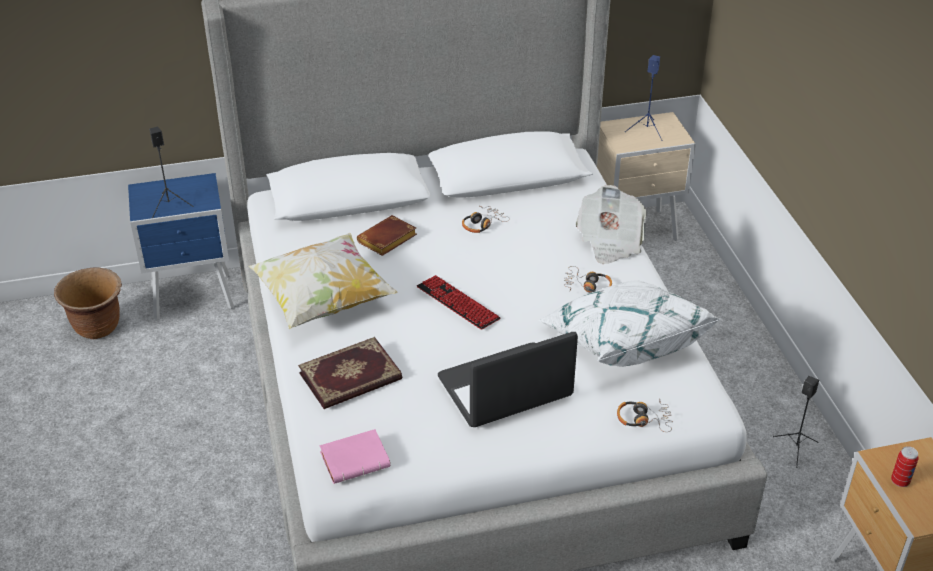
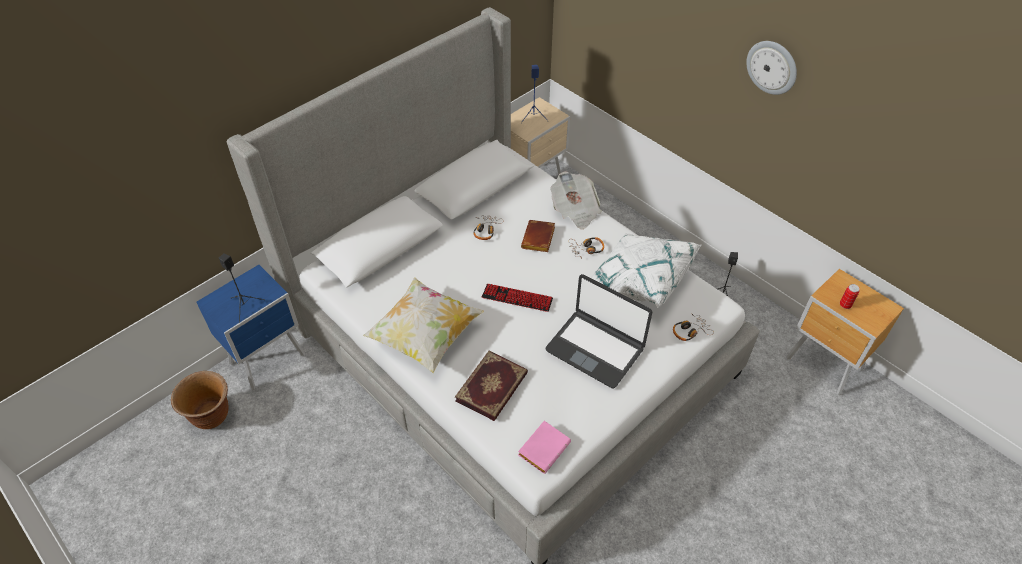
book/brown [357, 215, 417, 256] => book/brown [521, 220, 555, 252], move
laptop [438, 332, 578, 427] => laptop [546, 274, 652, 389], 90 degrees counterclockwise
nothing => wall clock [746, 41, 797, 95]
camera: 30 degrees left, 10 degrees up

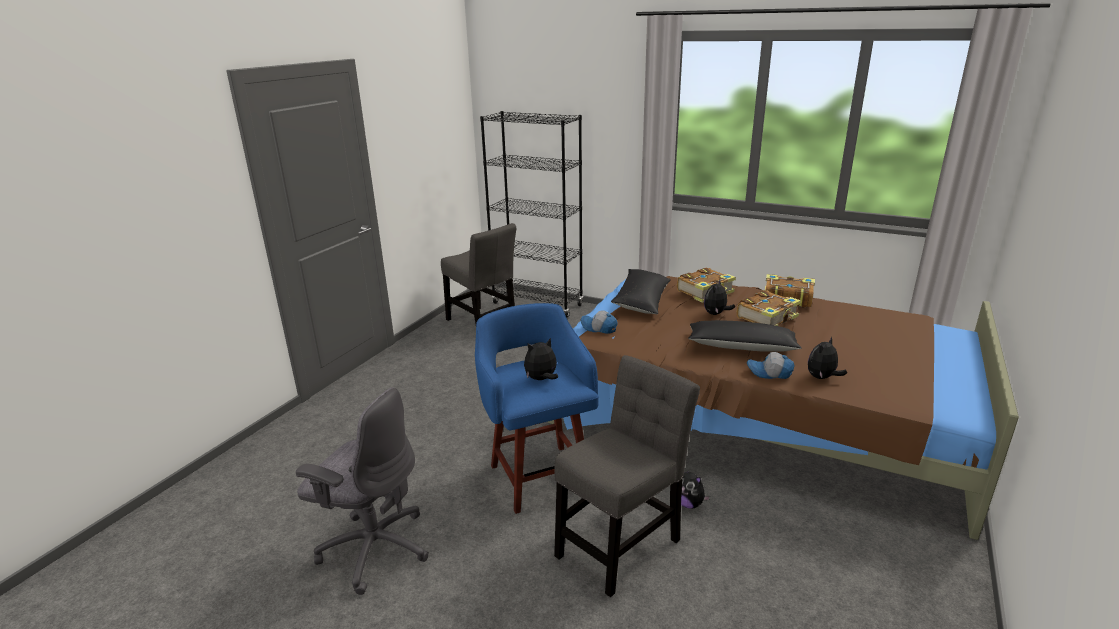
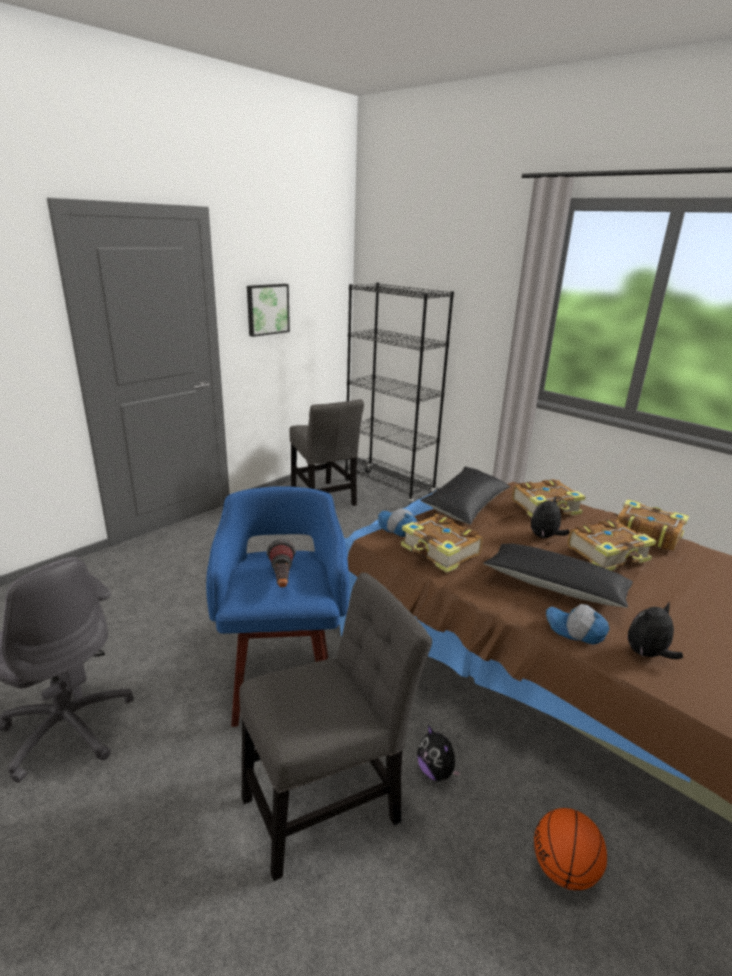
plush toy [524, 338, 558, 380] => flashlight [266, 539, 296, 587]
nothing => picture [247, 284, 290, 337]
nothing => book [401, 514, 483, 573]
nothing => basketball [534, 808, 607, 890]
camera: 15 degrees right, 0 degrees up

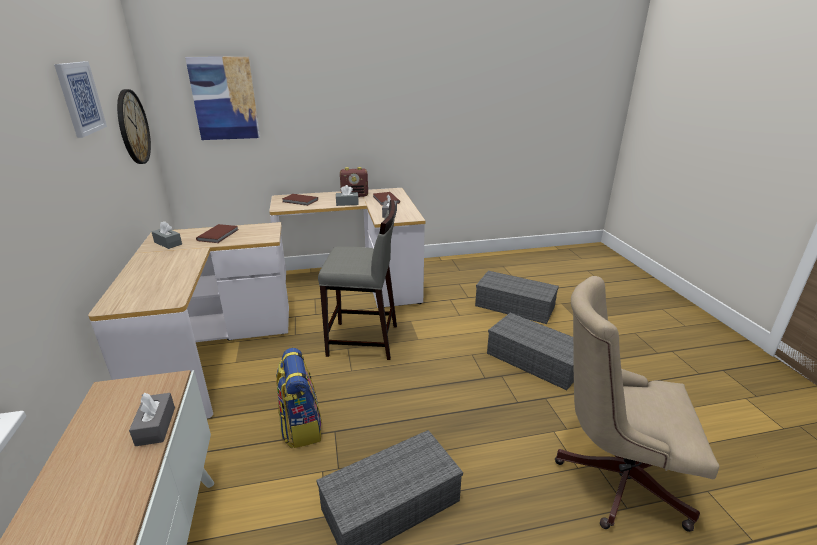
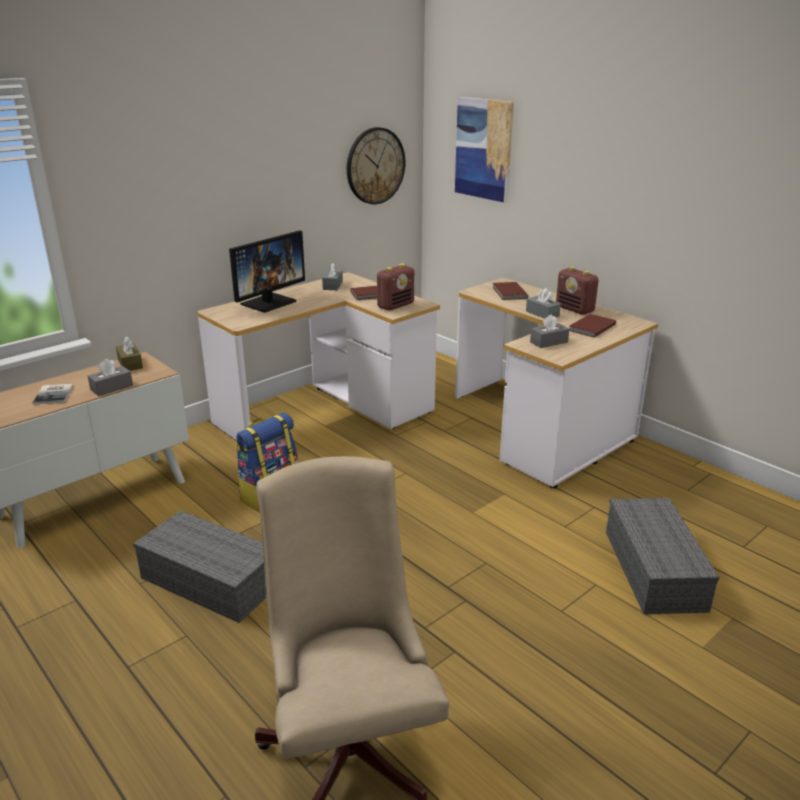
picture [54, 62, 107, 138] => nothing
stool/grey [318, 200, 397, 360] => nothing
storage box/grey [487, 313, 574, 390] => nothing
nothing => book [33, 383, 73, 405]
nothing => tissue box/brown [116, 337, 143, 371]
nothing => monitor [229, 230, 305, 313]
nothing => radio [377, 264, 414, 310]
camera: 60 degrees right, 0 degrees up

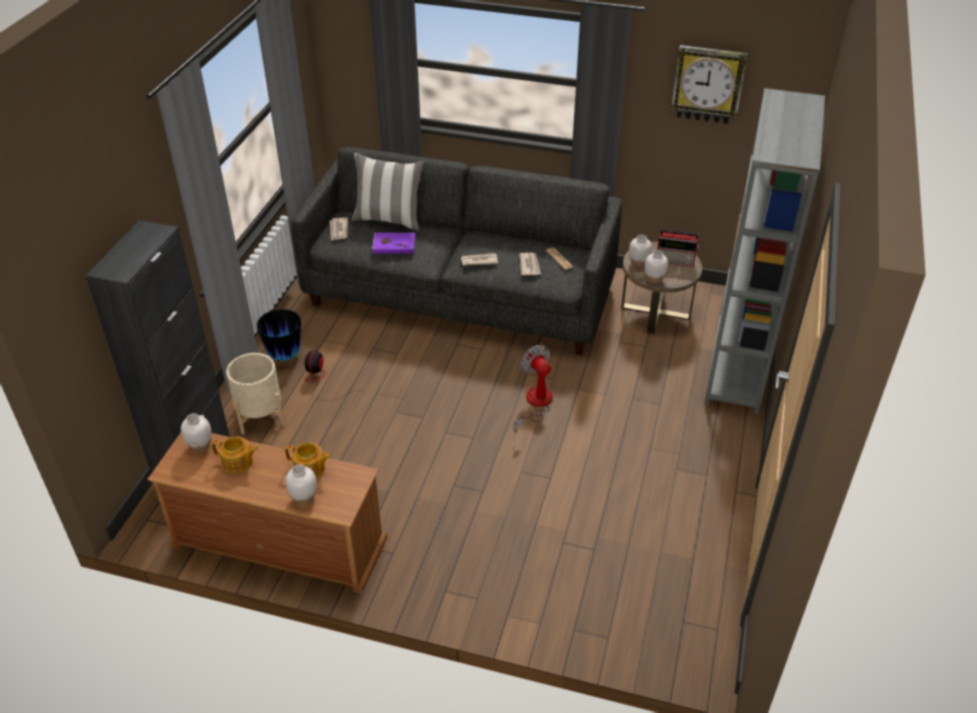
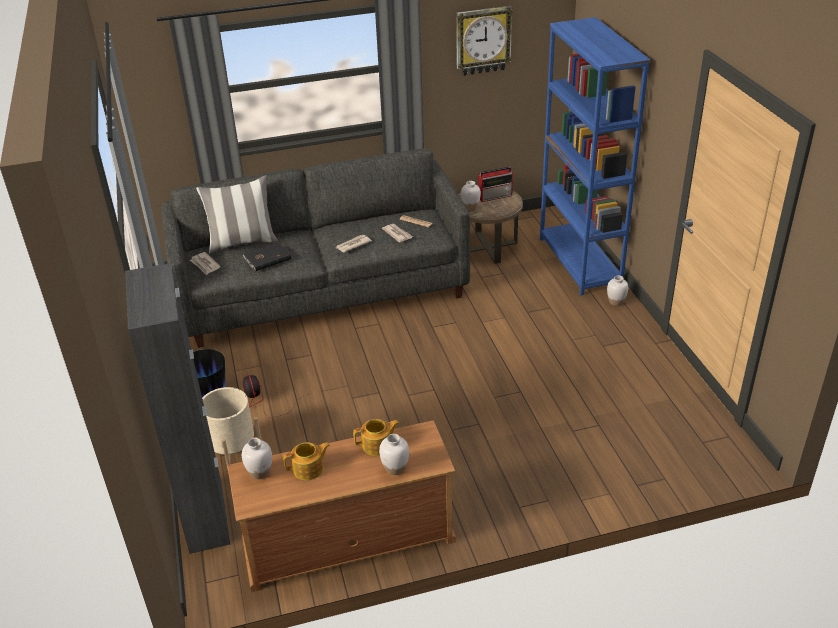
book/purple [372, 233, 416, 254] => book/black [243, 243, 291, 271]
fan [513, 345, 553, 433] => nothing
vase/white [645, 250, 668, 284] => vase/white [607, 275, 628, 306], move
bookcase/grey [704, 88, 825, 414] => bookcase/blue [540, 17, 650, 295]
camera: 30 degrees left, 5 degrees down

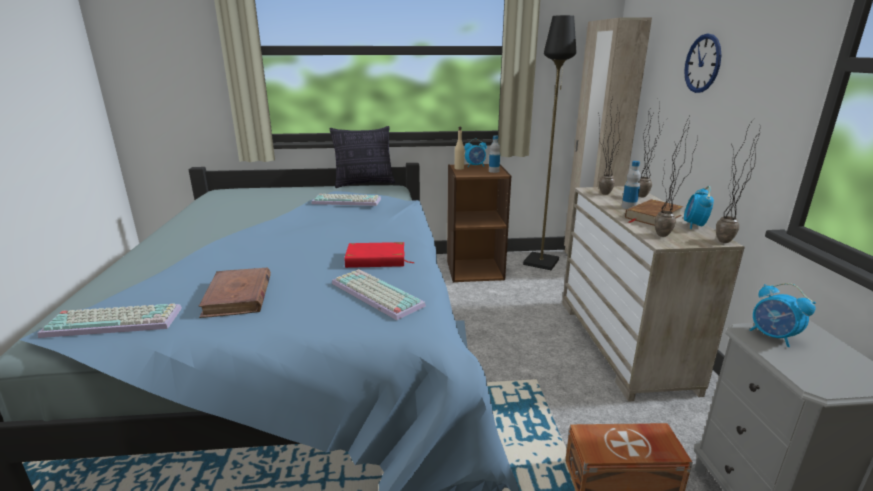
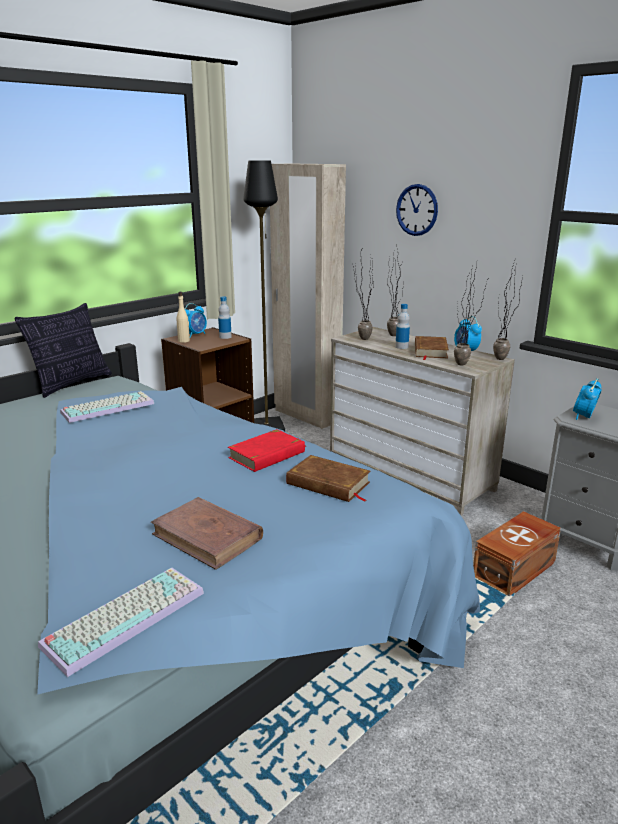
keyboard [332, 269, 426, 320] => book/brown [286, 455, 370, 502]
alarm clock [750, 283, 816, 347] => alarm clock [573, 378, 602, 420], 105 degrees clockwise
camera: 40 degrees left, 0 degrees up

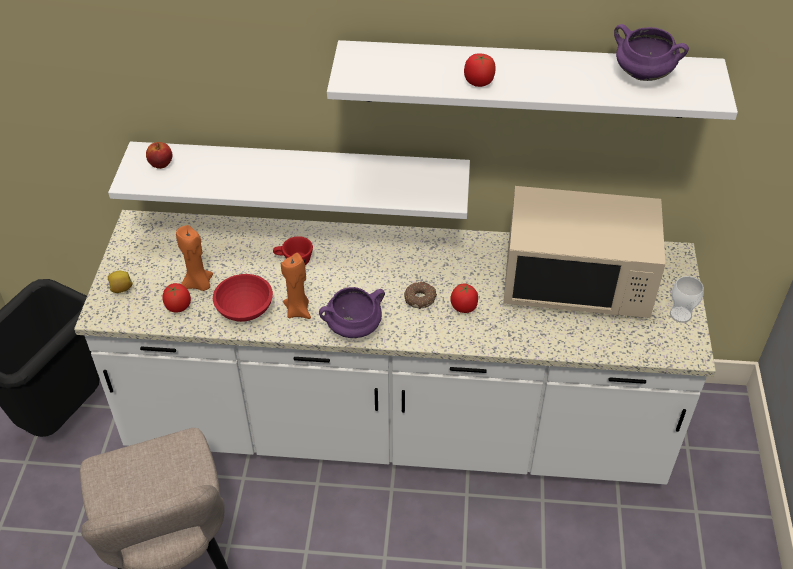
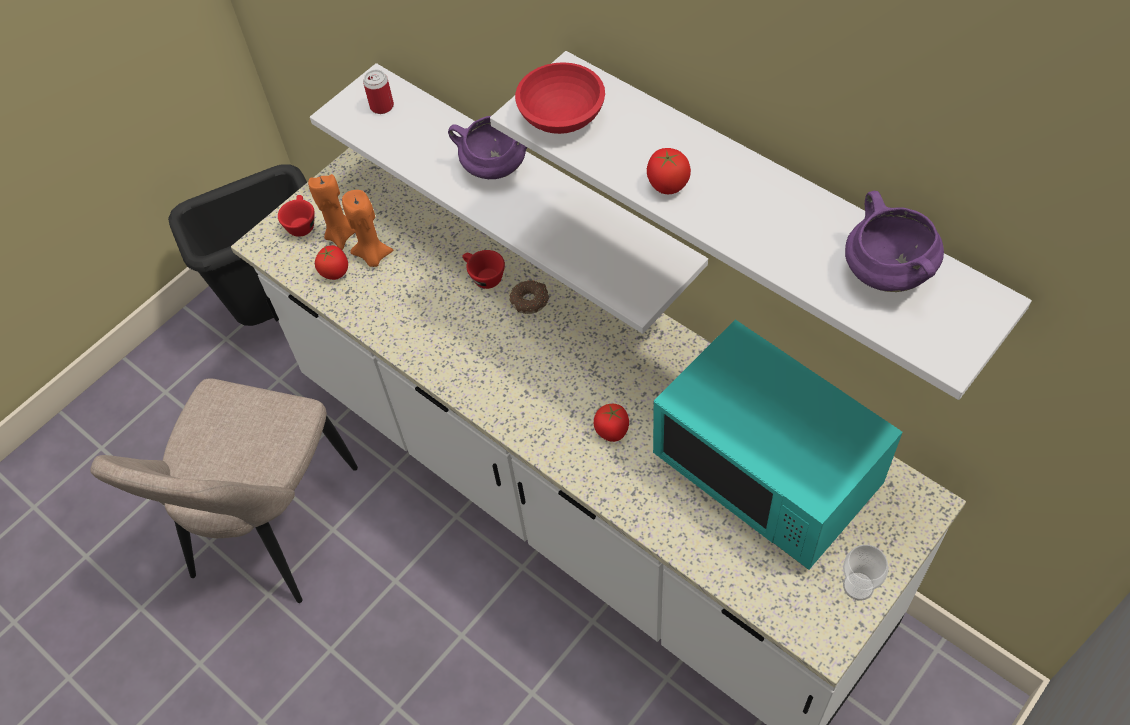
lemon [108, 271, 133, 293] => cup/red [278, 195, 315, 237]
apple [146, 142, 172, 169] => can [363, 70, 394, 114]
bowl/red [213, 274, 273, 322] => bowl/red [515, 62, 605, 134], move
candle/orange [281, 253, 311, 319] => candle/orange [308, 174, 355, 250], move
cooking pot/purple [319, 287, 385, 338] => cooking pot/purple [448, 116, 528, 179], move
donut [404, 282, 437, 309] => donut [509, 280, 549, 314], move
microwave/beige [504, 186, 666, 318] => microwave/turquoise [653, 319, 903, 570]
camera: 40 degrees right, 10 degrees up

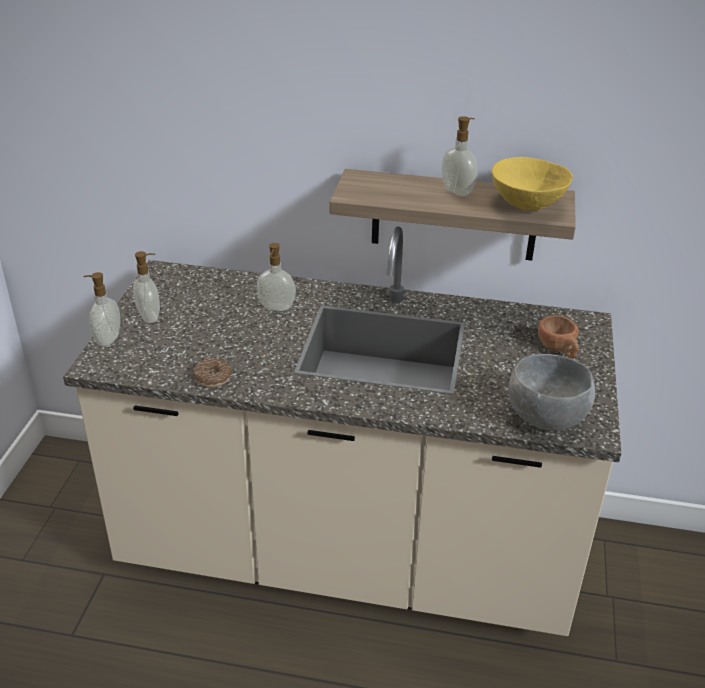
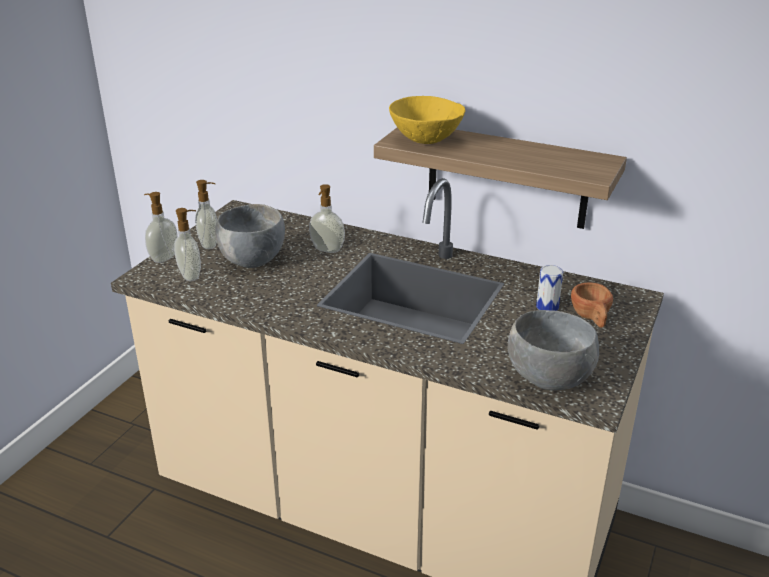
donut [193, 358, 232, 387] => nothing
soap dispenser [442, 116, 478, 196] => soap dispenser [174, 208, 201, 281], move
bowl/yellow [491, 157, 573, 211] => bowl/yellow [389, 96, 466, 144], move
nothing => bowl/grey [215, 204, 285, 268]
nothing => can [536, 265, 563, 311]
camera: 15 degrees right, 5 degrees down

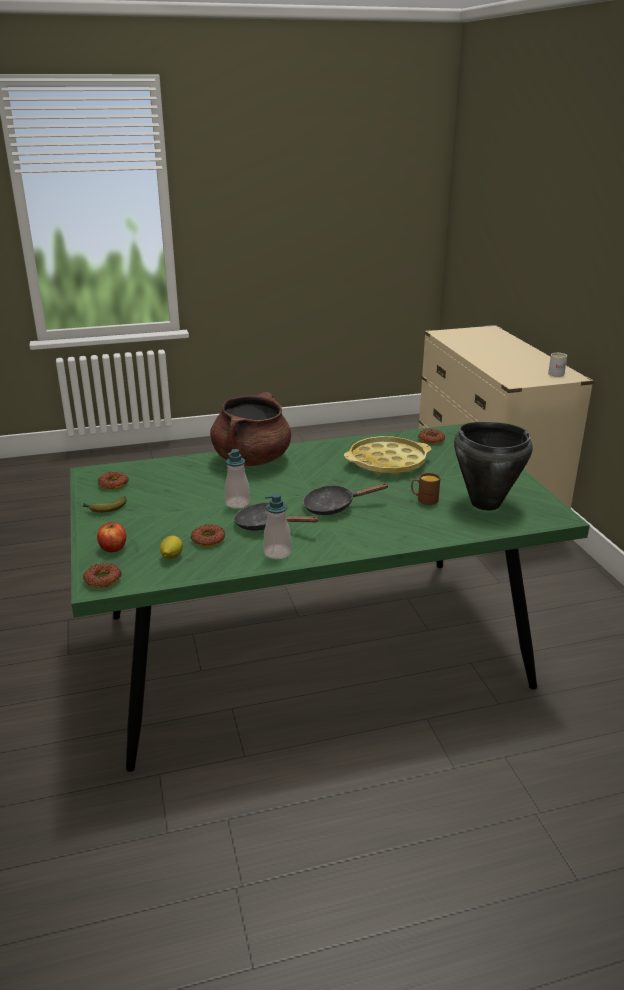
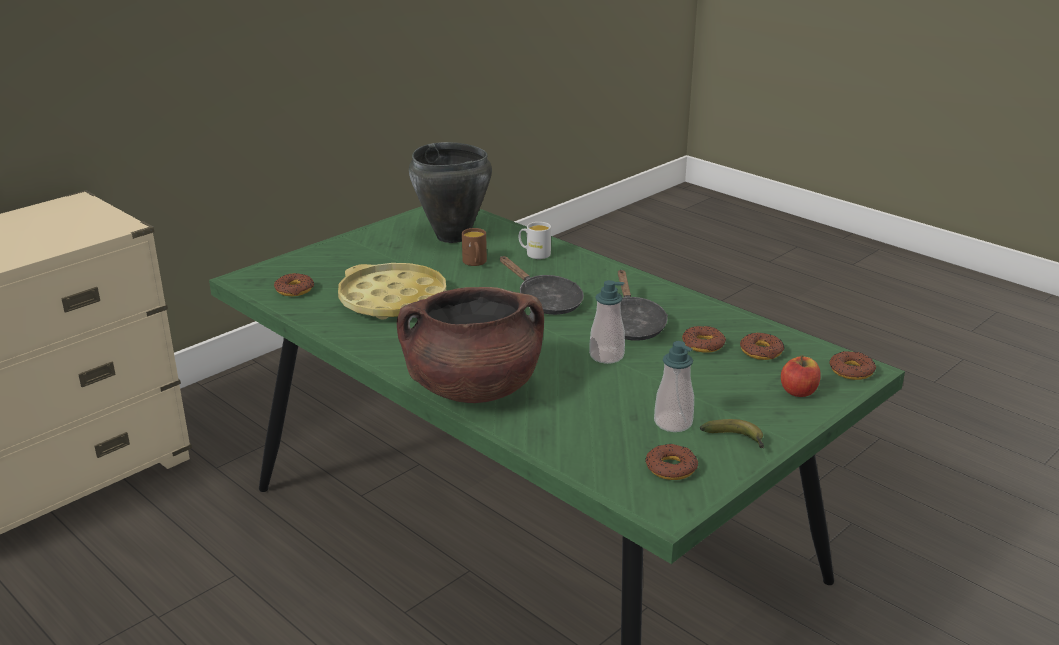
lemon [160, 536, 183, 559] => donut [740, 333, 785, 360]
soap dispenser [263, 493, 291, 559] => soap dispenser [654, 341, 694, 432], move
mug/white [548, 353, 567, 377] => mug/white [519, 222, 551, 259], move
camera: 120 degrees left, 0 degrees up

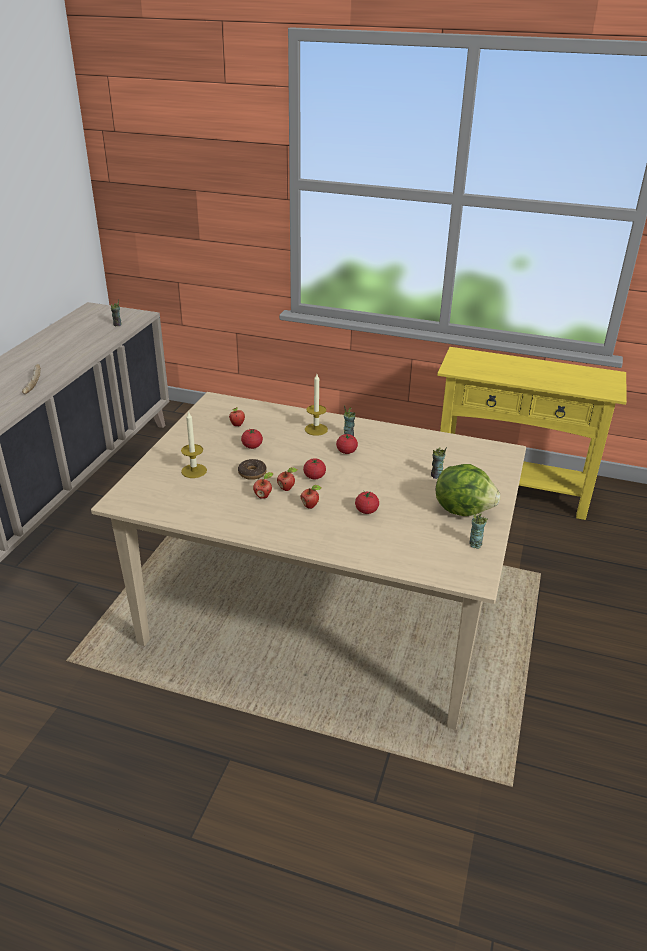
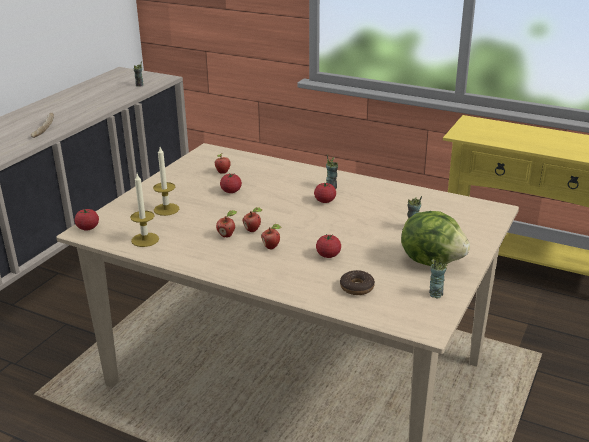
donut [238, 459, 267, 480] => donut [340, 270, 375, 295], move
tomato [303, 459, 326, 479] => tomato [75, 209, 99, 230], move
candle [305, 374, 328, 436] => candle [130, 174, 159, 247], move
camera: 10 degrees right, 5 degrees down

